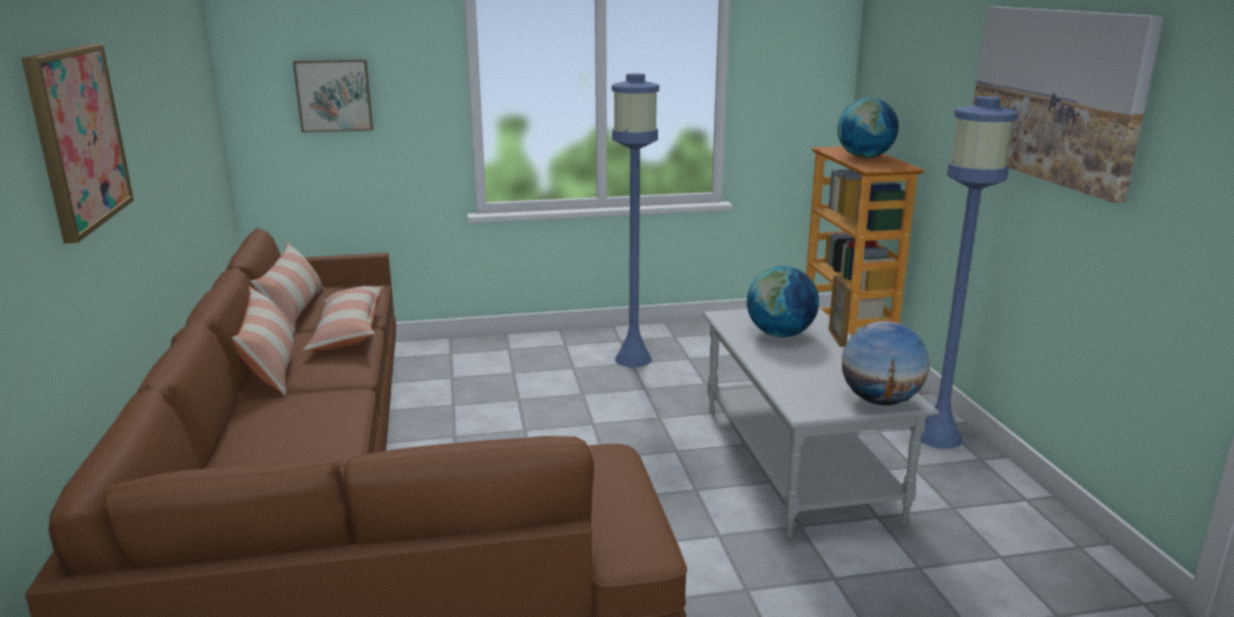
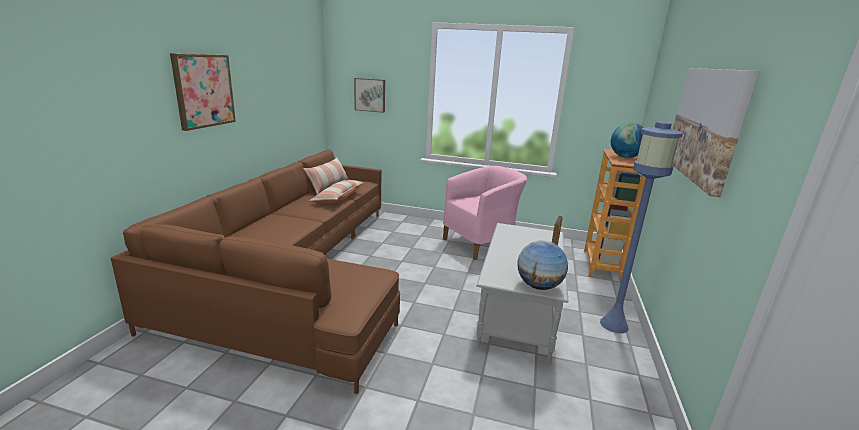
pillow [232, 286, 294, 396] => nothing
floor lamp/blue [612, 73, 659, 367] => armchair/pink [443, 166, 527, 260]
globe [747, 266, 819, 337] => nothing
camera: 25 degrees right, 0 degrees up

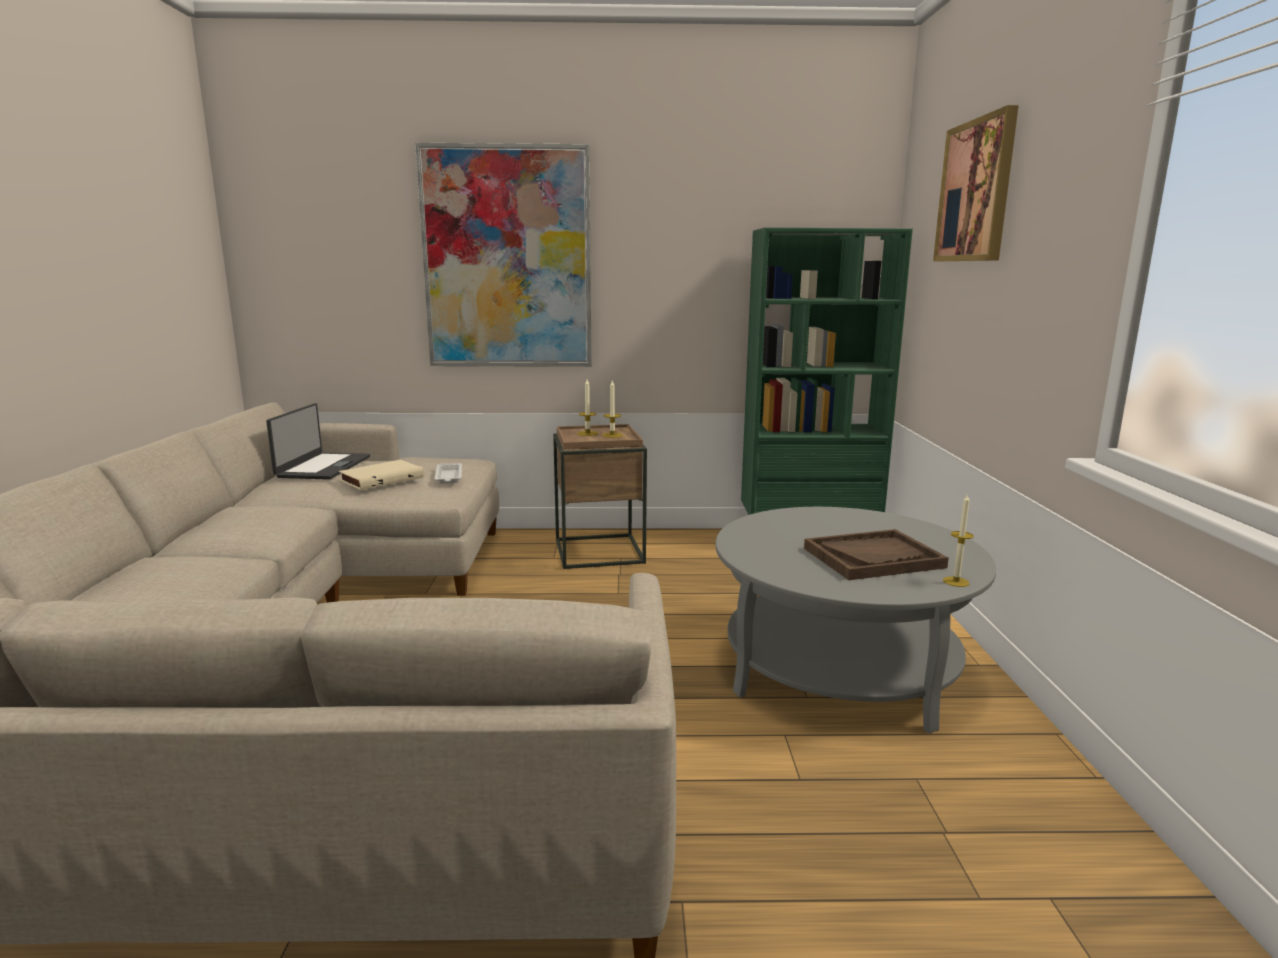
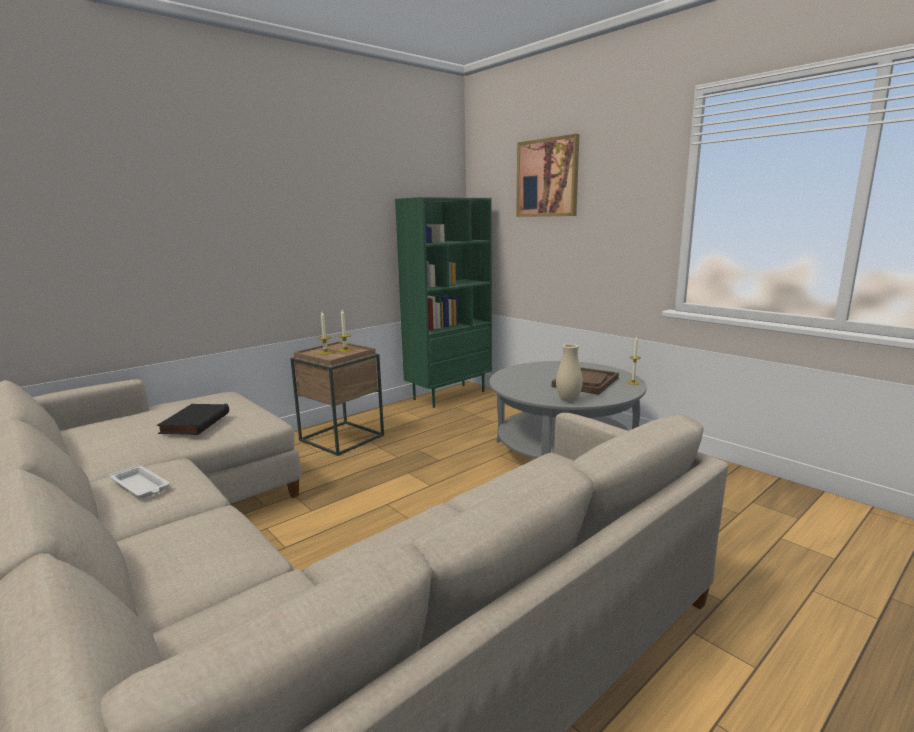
laptop [266, 403, 370, 480] => nothing
book/beige [339, 460, 423, 490] => book/black [157, 404, 229, 435]
picture [415, 143, 592, 367] => nothing
tray/white [435, 463, 462, 484] => tray/white [109, 464, 170, 498], move
nothing => vase/beige [556, 344, 583, 402]
camera: 40 degrees left, 0 degrees up

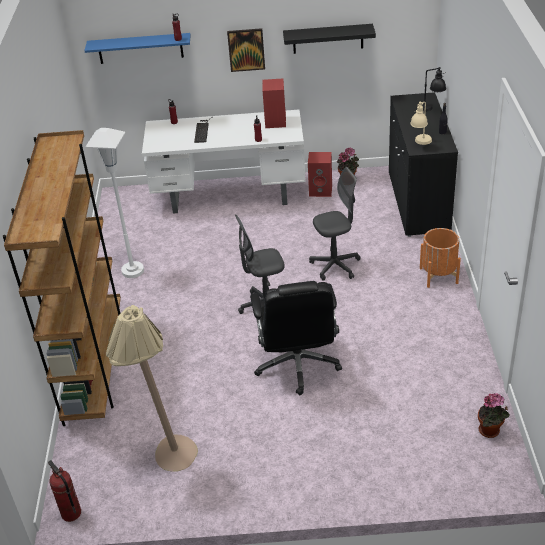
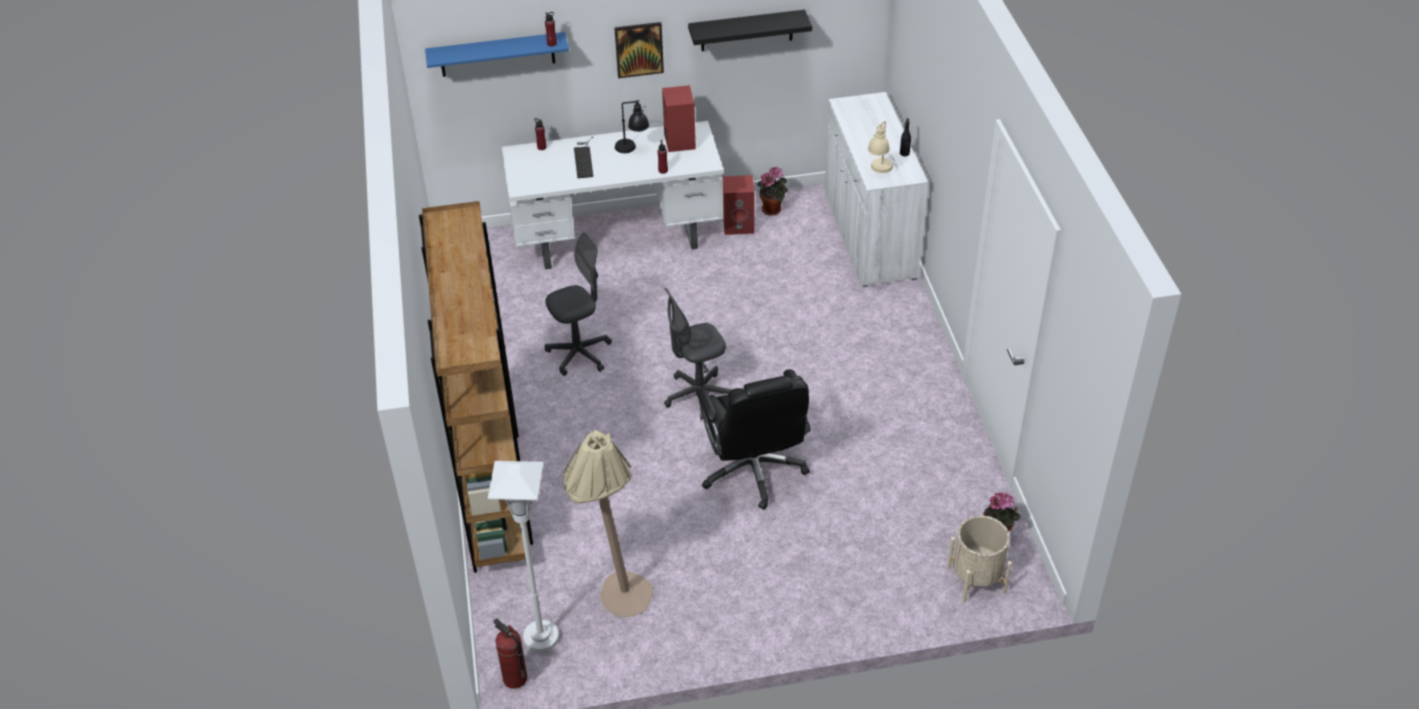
floor lamp/white [85, 128, 144, 278] => floor lamp/white [488, 461, 559, 653], move
office chair/grey [309, 167, 361, 280] => office chair/grey [544, 232, 612, 376], move
cabinet/black [389, 92, 458, 237] => cabinet/white [825, 92, 928, 287]
table lamp/black [416, 67, 446, 112] => table lamp/black [615, 99, 649, 153], move
planter/orange [420, 228, 461, 288] => nothing
nothing => planter/beige [947, 515, 1012, 602]
camera: 10 degrees left, 5 degrees up

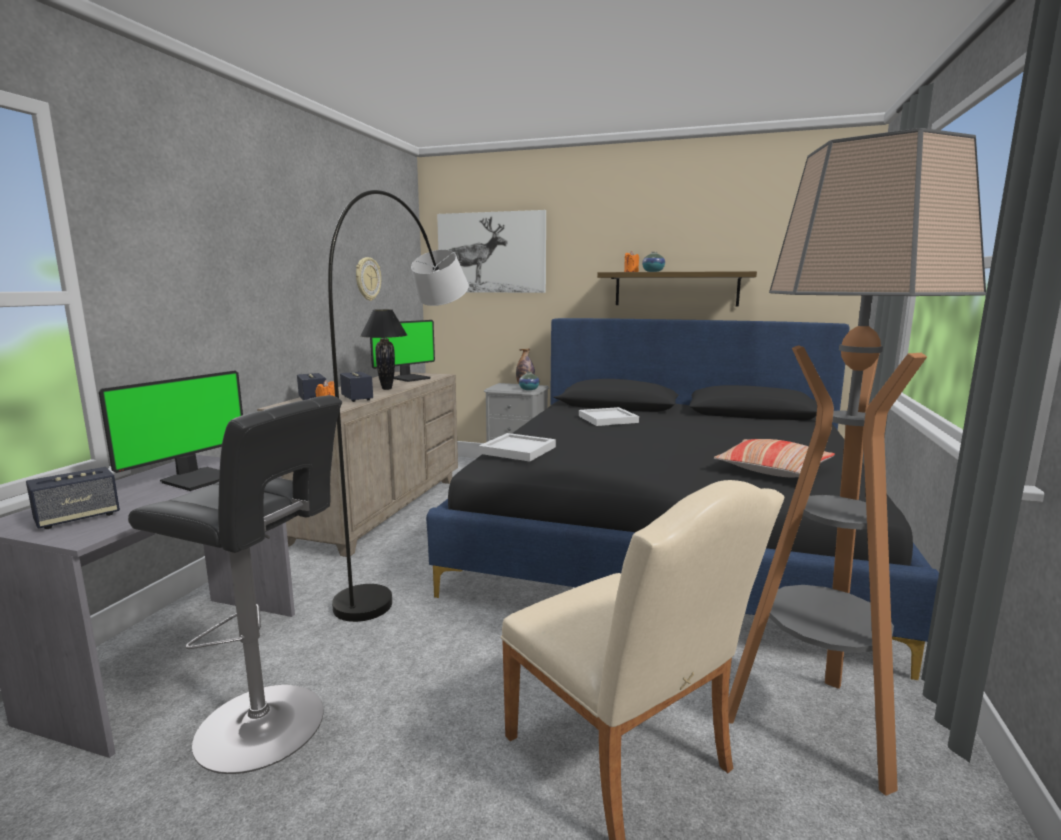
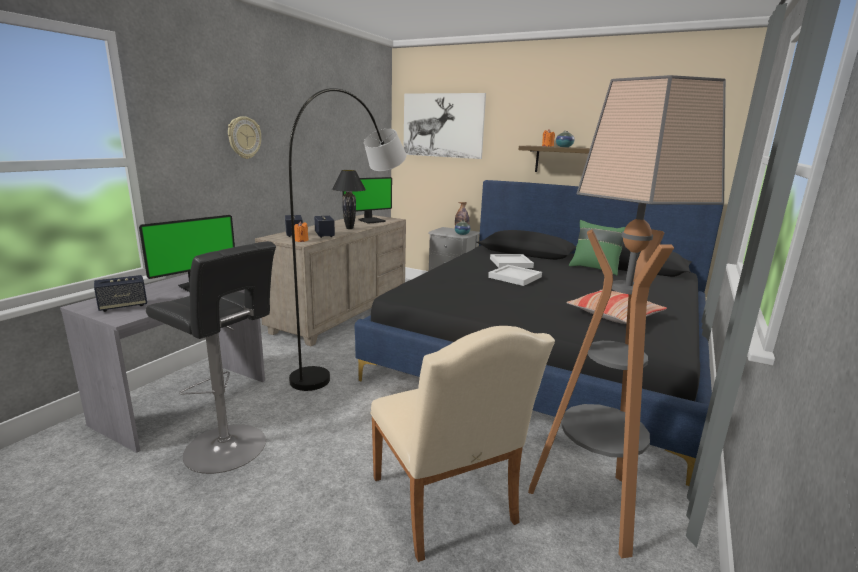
wall clock [356, 257, 381, 301] => wall clock [228, 116, 261, 159], move
tray/white [479, 433, 556, 461] => tray/white [488, 265, 542, 286], move
nothing => pillow/green [569, 220, 625, 276]
camera: 10 degrees right, 5 degrees up

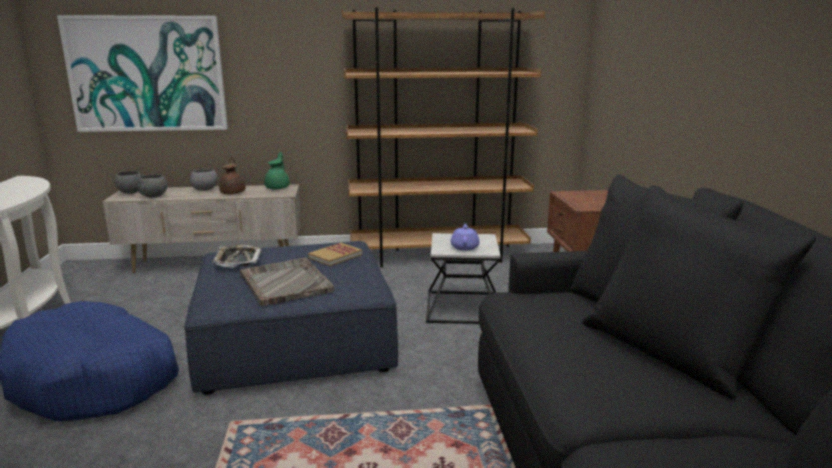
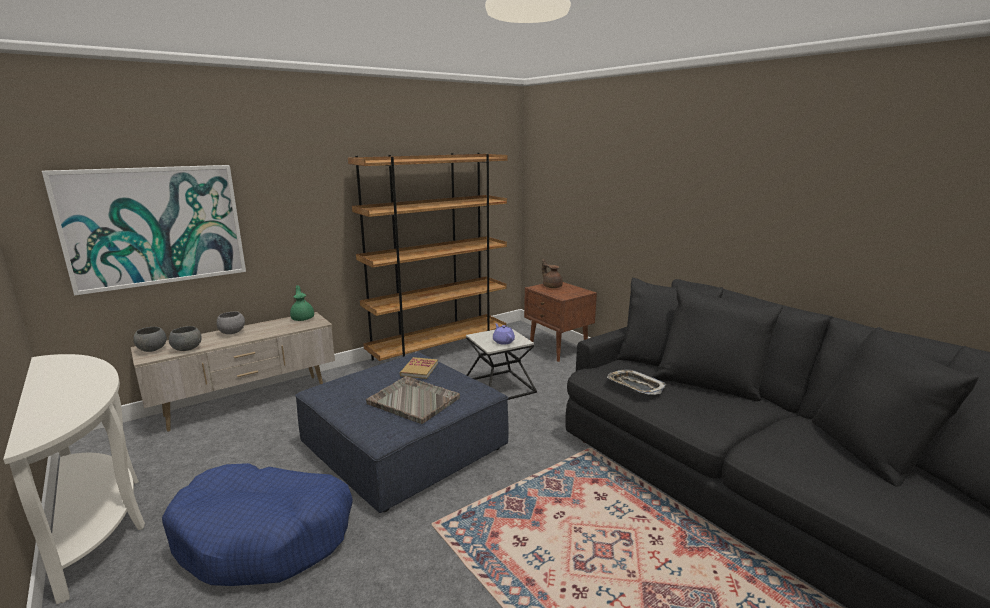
tray [213, 245, 262, 268] => tray [607, 369, 666, 395], move
teapot/brown [219, 156, 246, 194] => teapot/brown [542, 259, 563, 288], move
camera: 30 degrees left, 0 degrees up

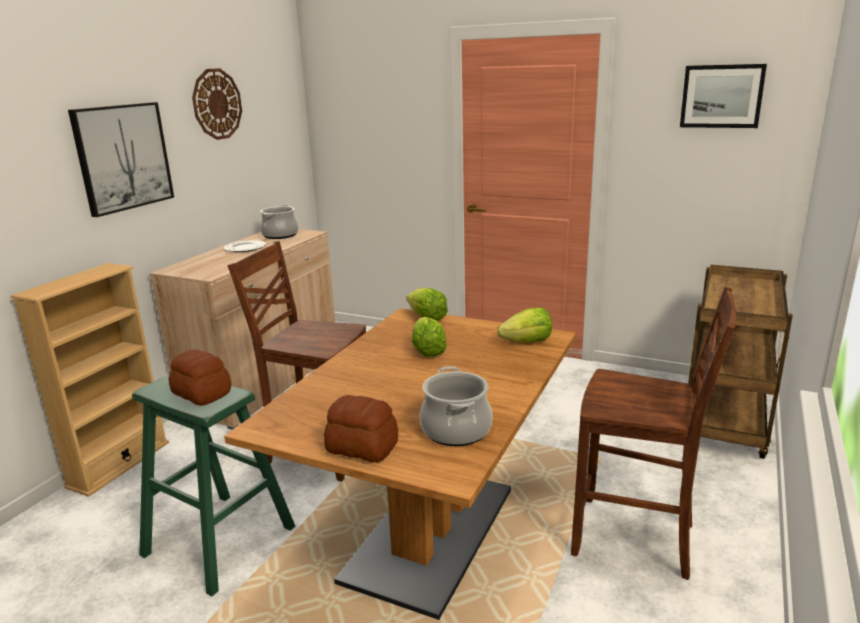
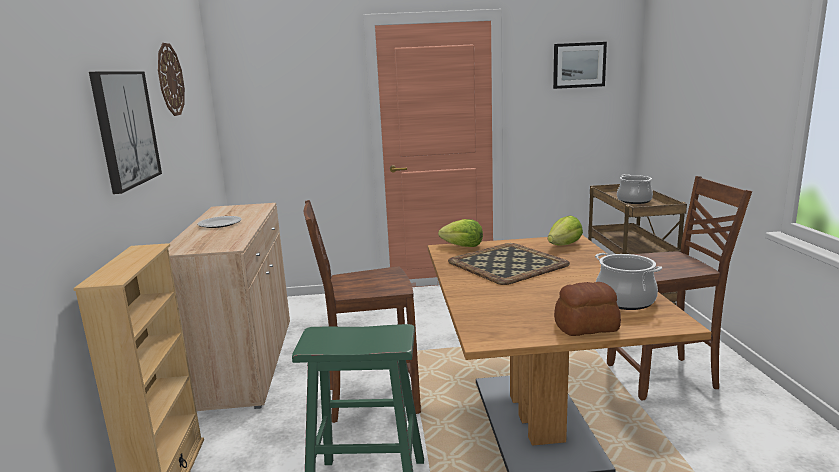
bread [168, 350, 231, 406] => nothing
cooking pot [260, 205, 299, 239] => cooking pot [617, 174, 653, 204], move
lettuce [412, 317, 447, 357] => tray [448, 243, 570, 285]
camera: 30 degrees left, 5 degrees down

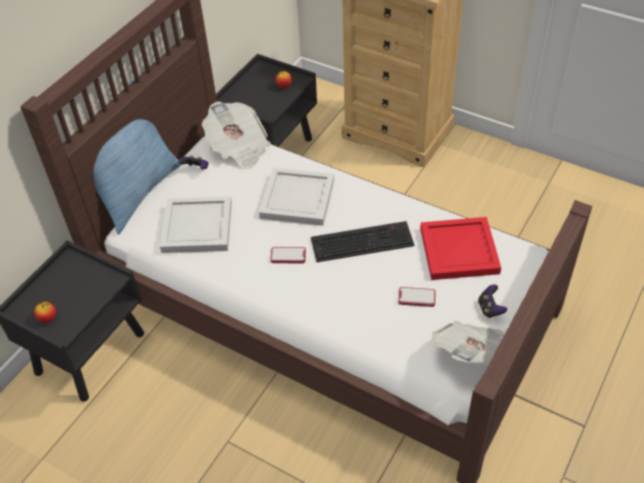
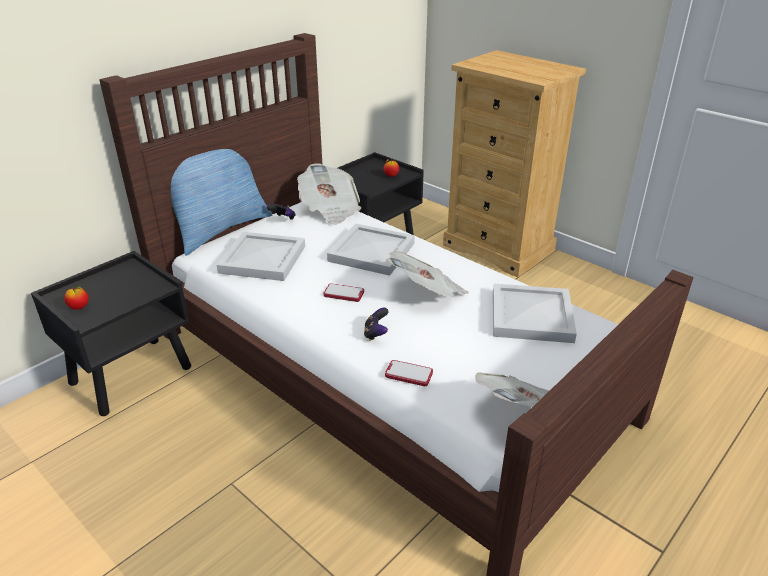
keyboard [311, 221, 414, 263] => newspaper [386, 252, 469, 297]
phone [398, 287, 436, 307] => phone [385, 360, 433, 386], move
tray/red [420, 217, 501, 280] => tray/white [493, 284, 577, 343]
game controller [478, 284, 507, 318] => game controller [364, 308, 389, 341], move
camera: 10 degrees right, 15 degrees down

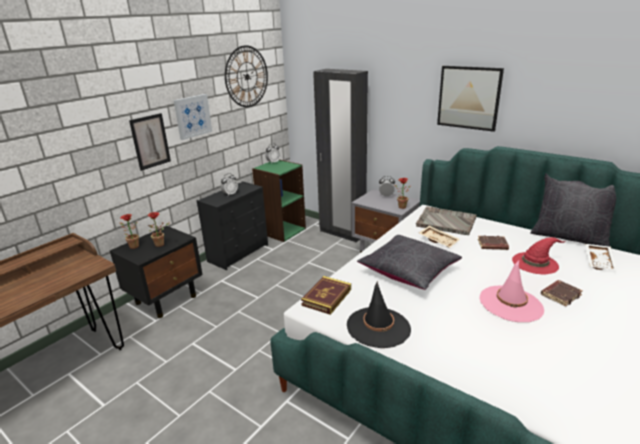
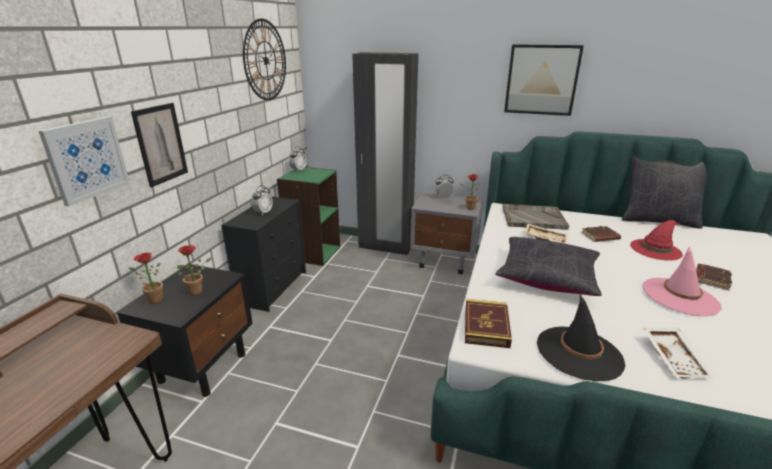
picture [174, 94, 212, 140] => picture [39, 116, 130, 206], move
tray/white [585, 244, 618, 270] => tray/white [643, 328, 714, 379], move
camera: 20 degrees left, 0 degrees up

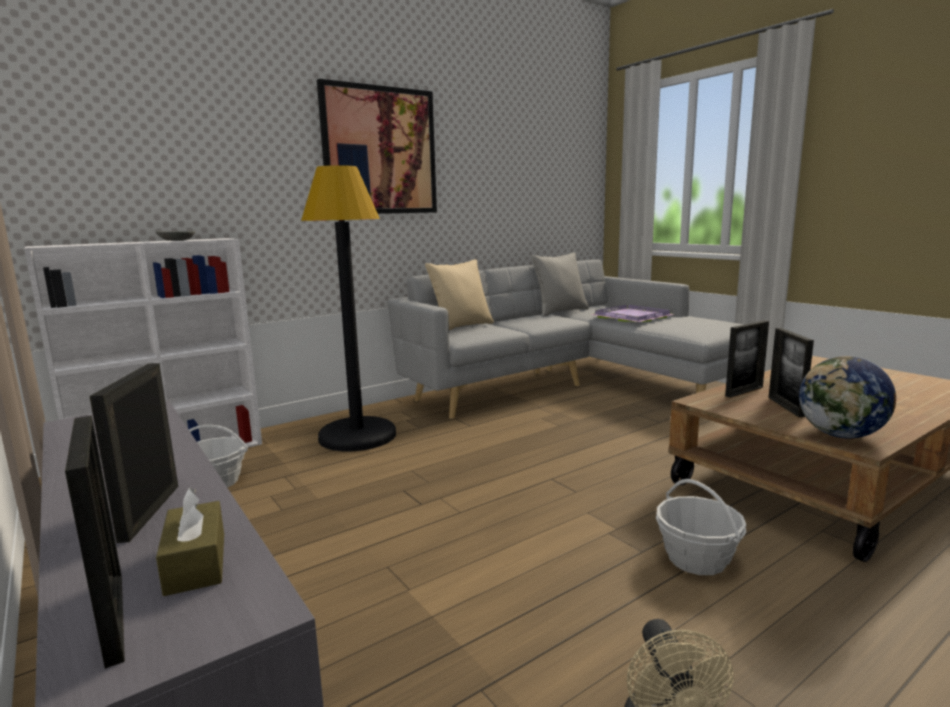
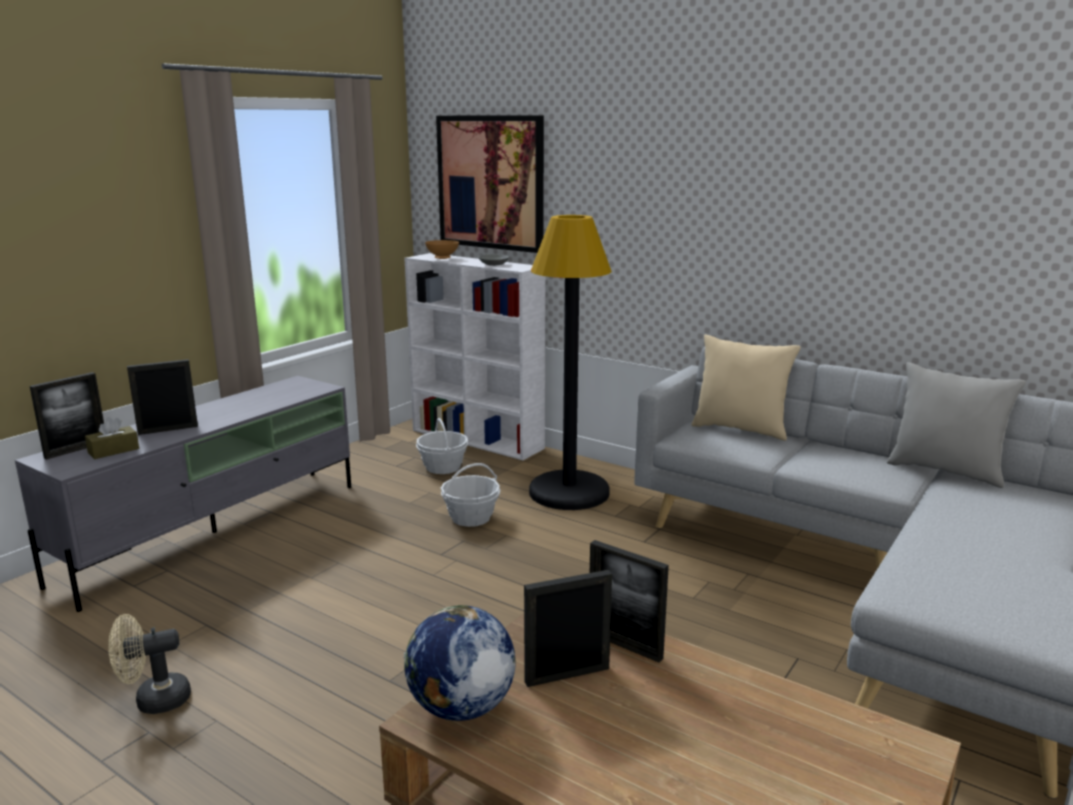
picture [317, 79, 437, 214] => picture [436, 115, 544, 253], move
tray/purple [591, 305, 674, 322] => nothing
basket [656, 479, 747, 575] => basket [441, 463, 500, 527], move
nothing => bowl/brown [425, 240, 459, 259]
camera: 70 degrees right, 5 degrees up

